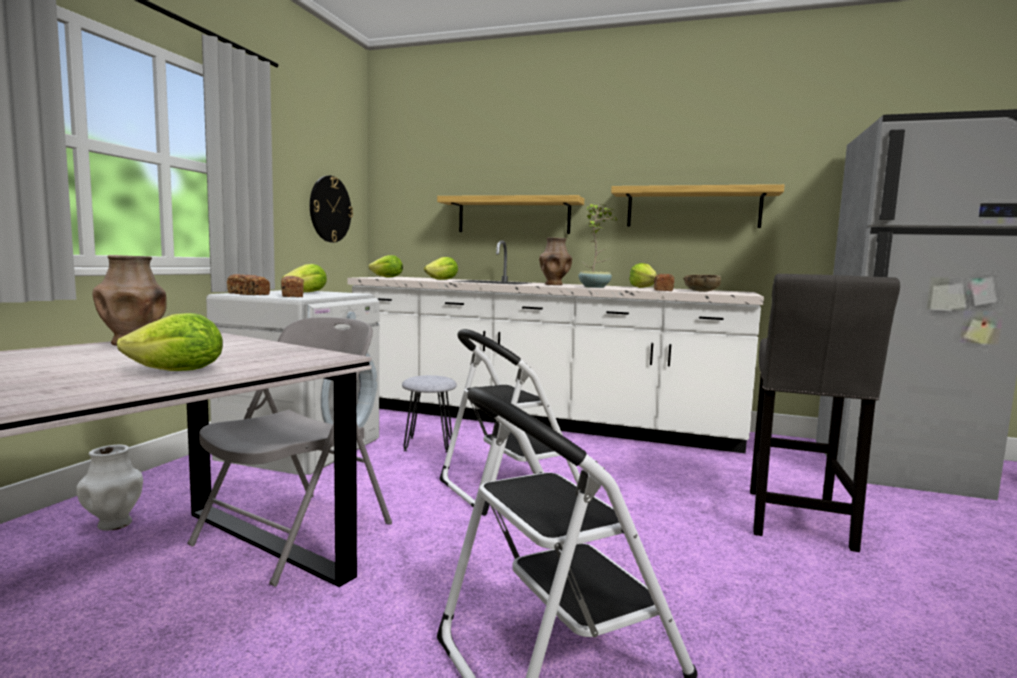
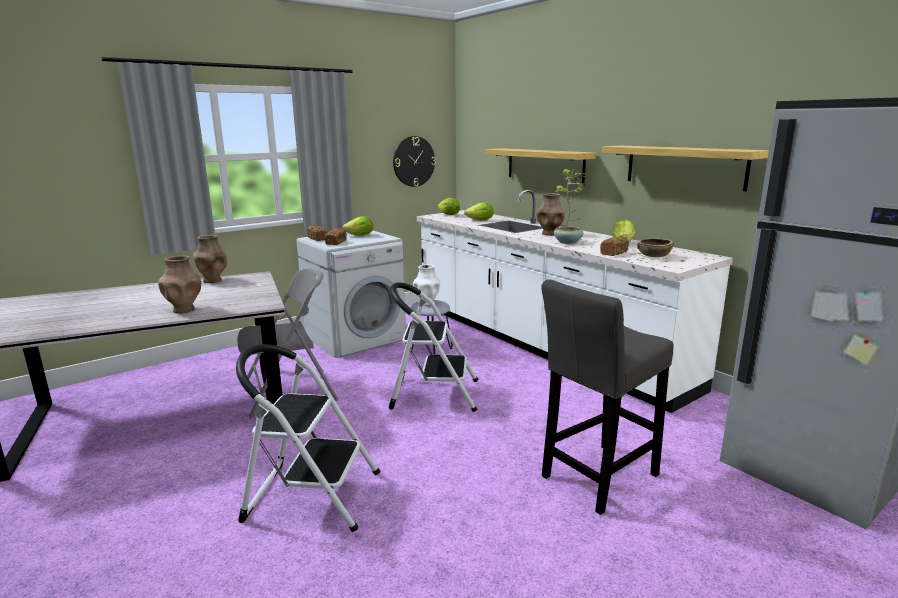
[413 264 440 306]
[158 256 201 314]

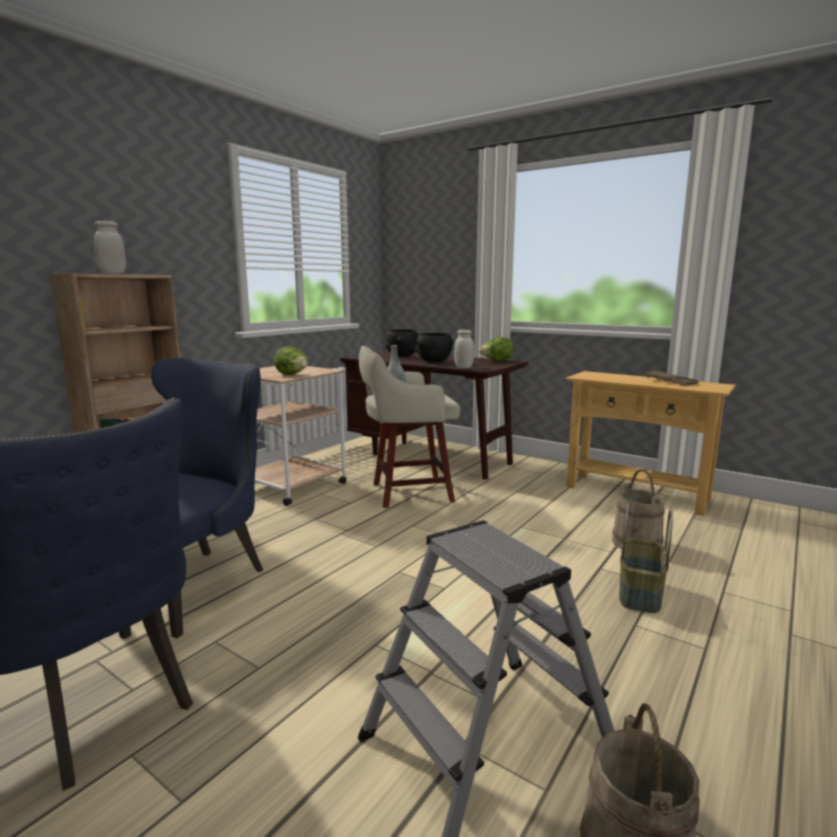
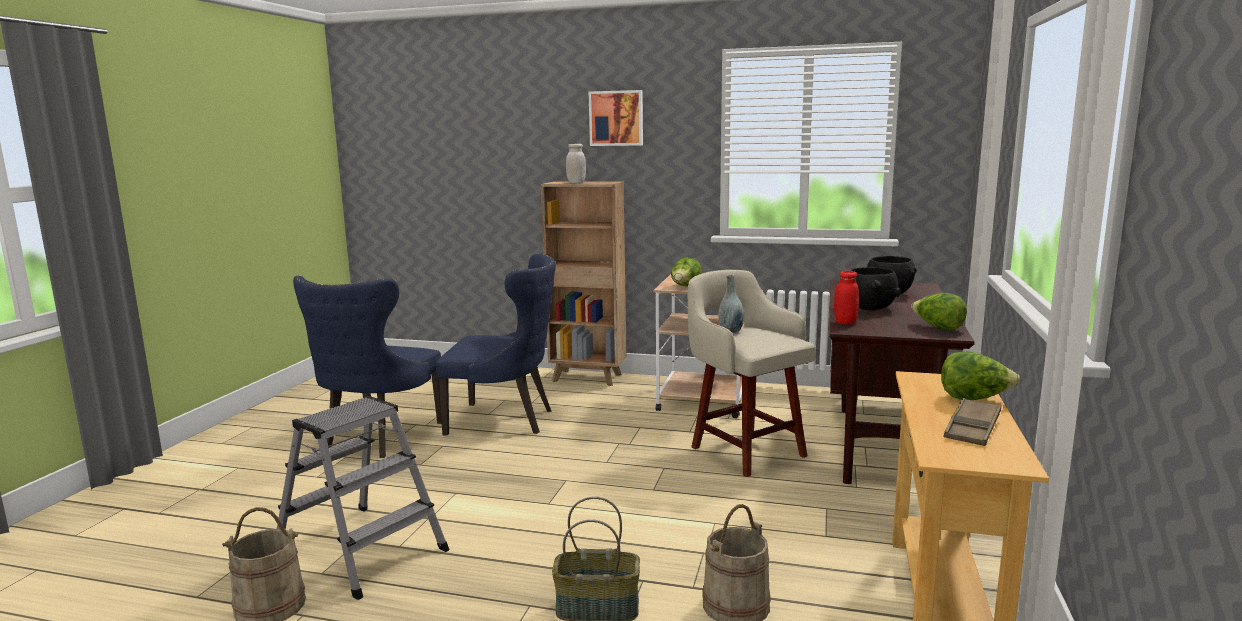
[589 90 643 146]
[941 351 1020 400]
[834 271 859 324]

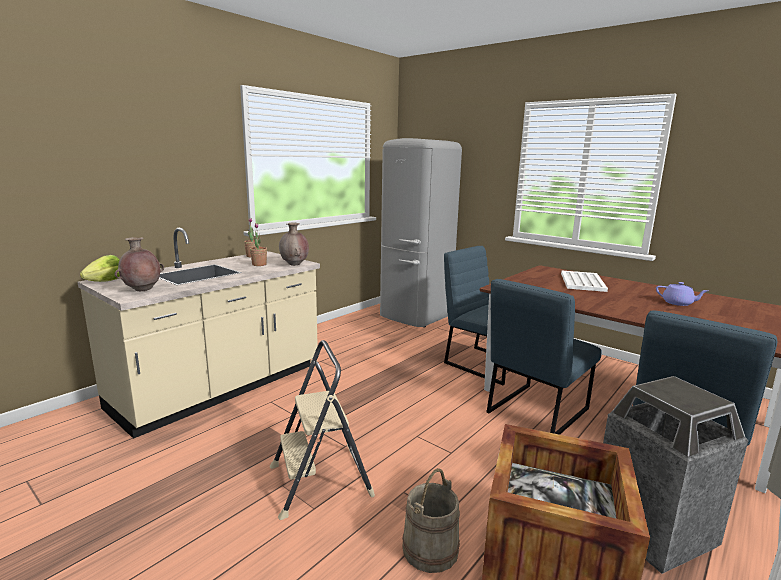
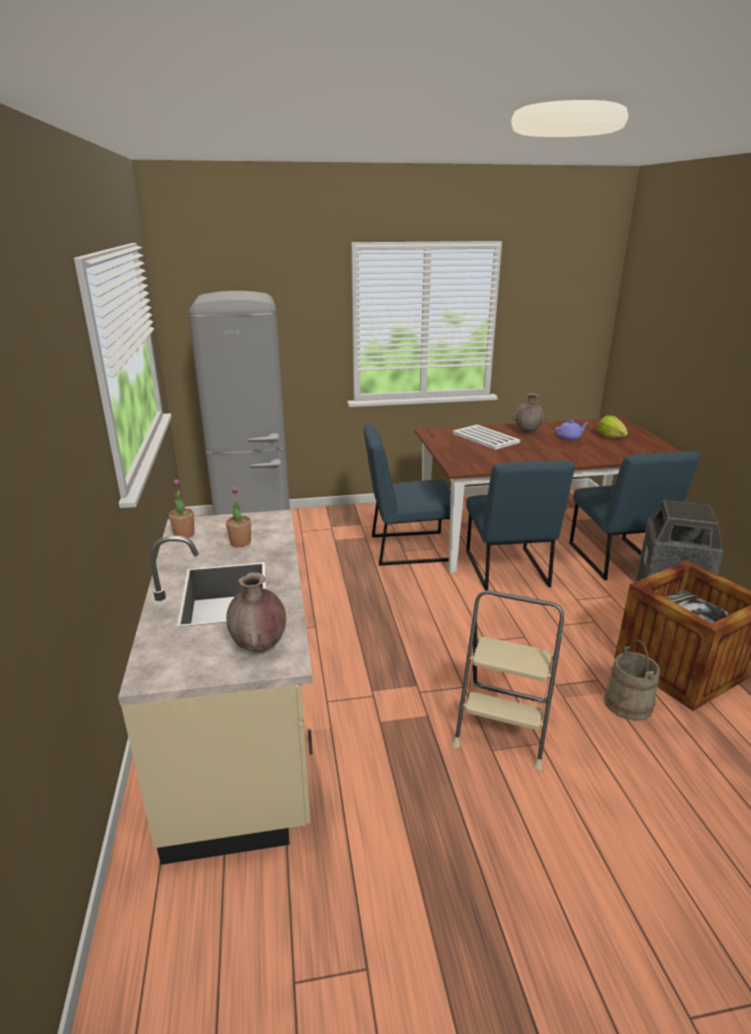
[598 415 628 438]
[512 393 546 434]

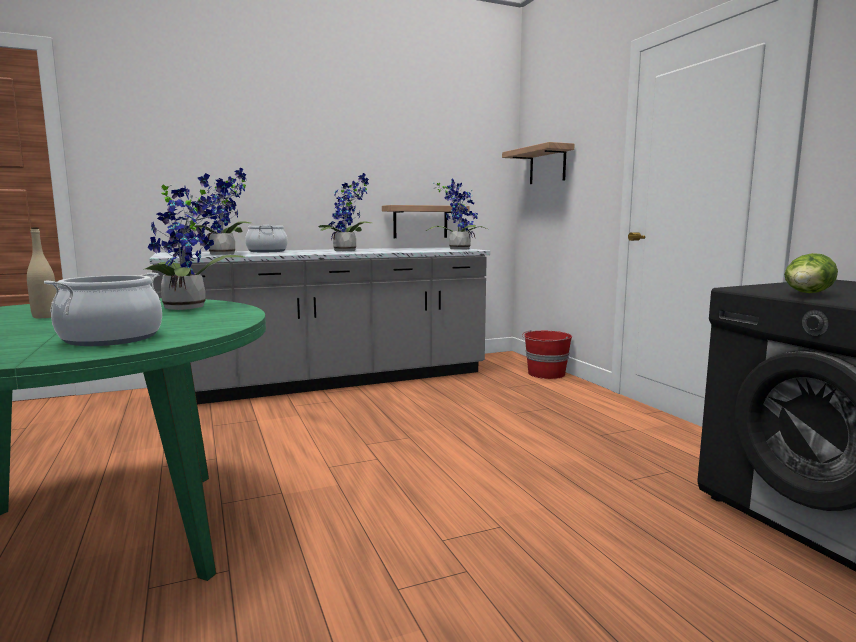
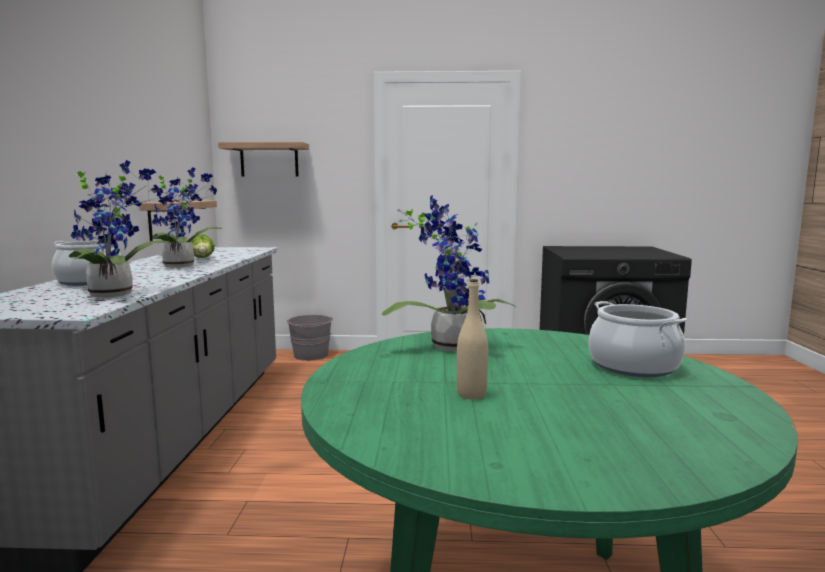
[426 178 489 250] (first image)
[191 234 215 258]
[287 315 333 361]

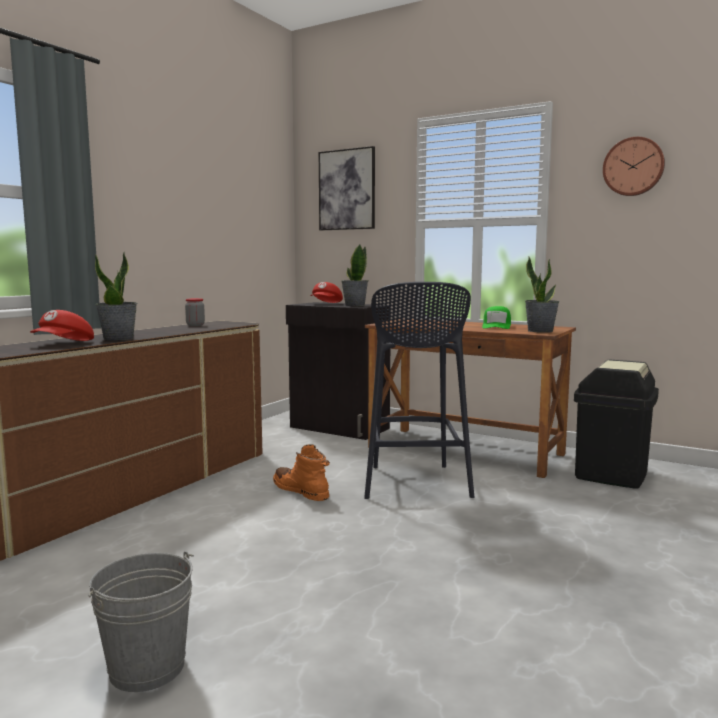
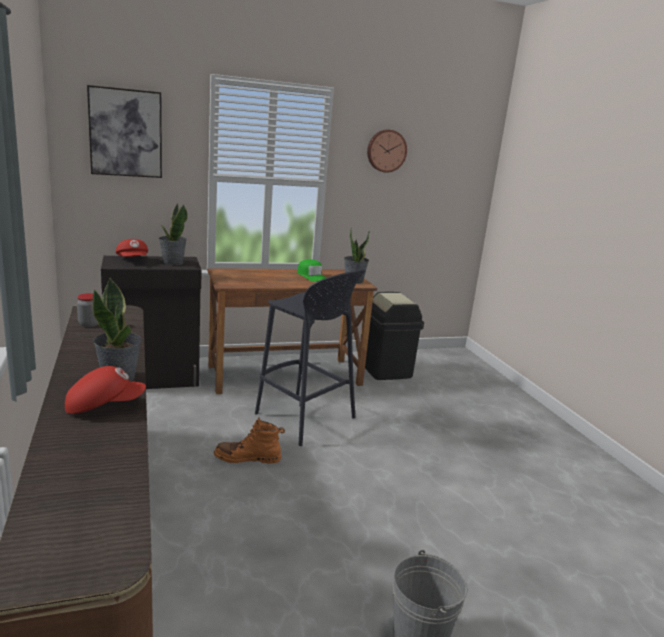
[65 366 146 414]

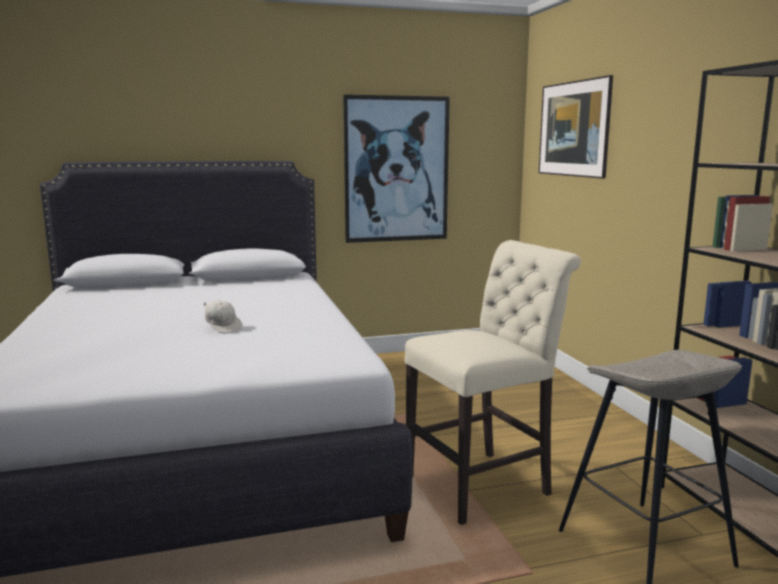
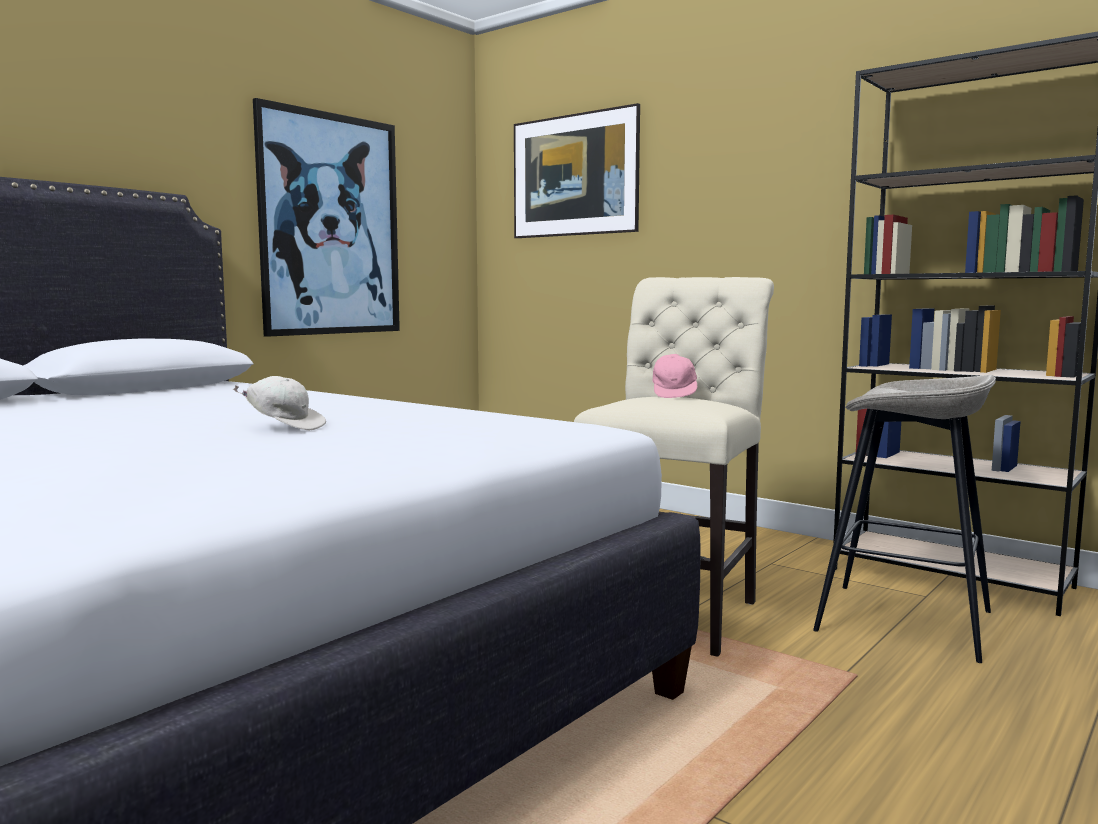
[653 354 697 398]

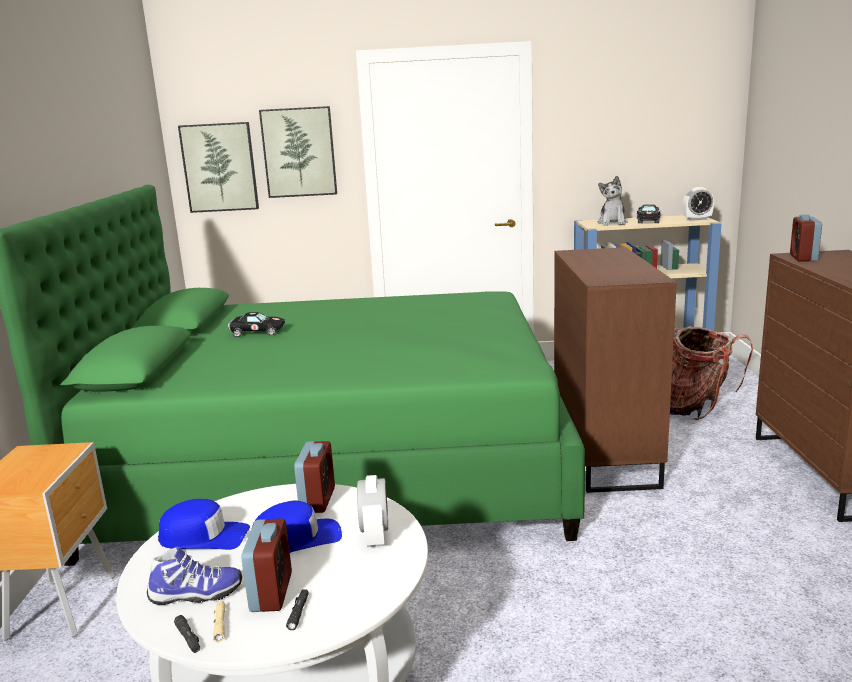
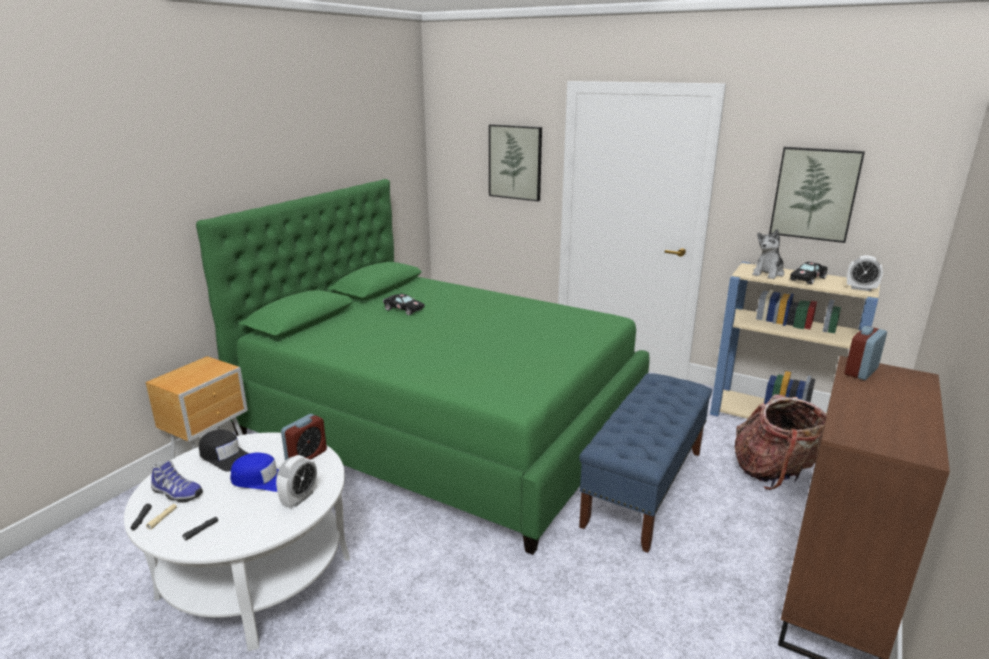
[241 518 292 612] (first image)
[769 147 865 243]
[579 373 712 553]
[199 430 249 472]

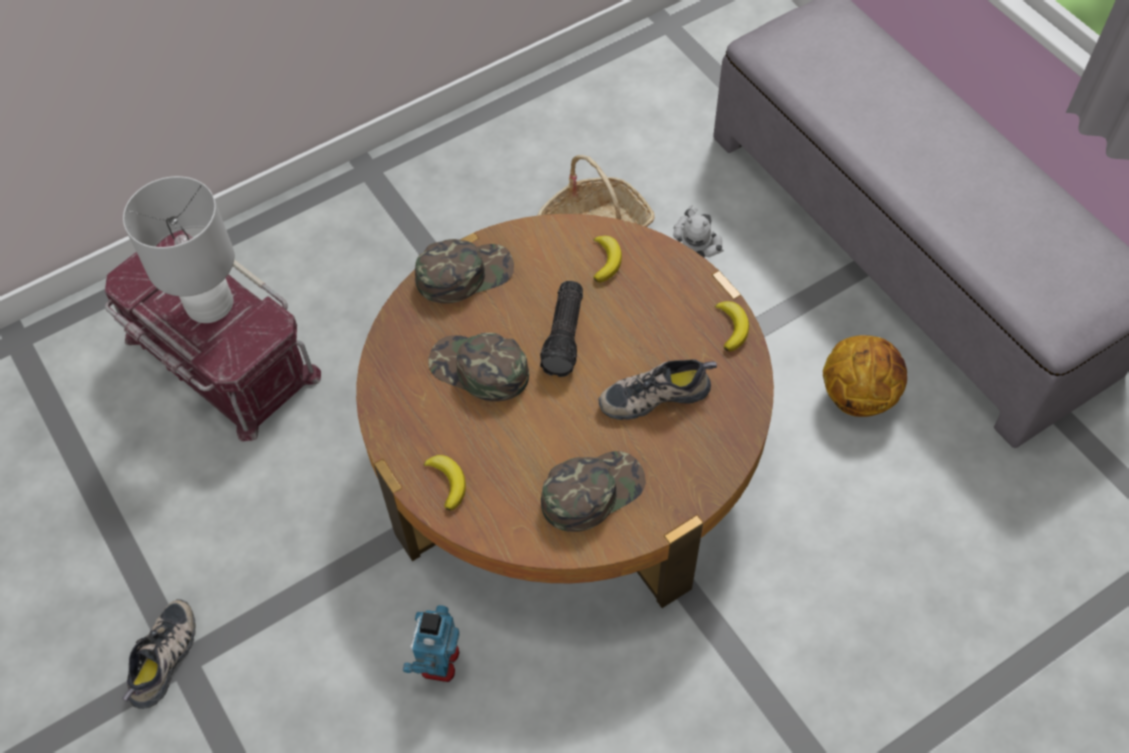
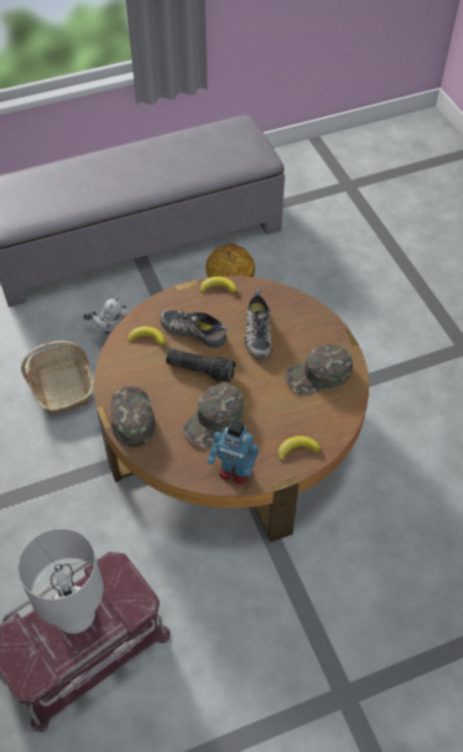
[160 310 228 348]
[207 420 259 484]
[285 344 352 396]

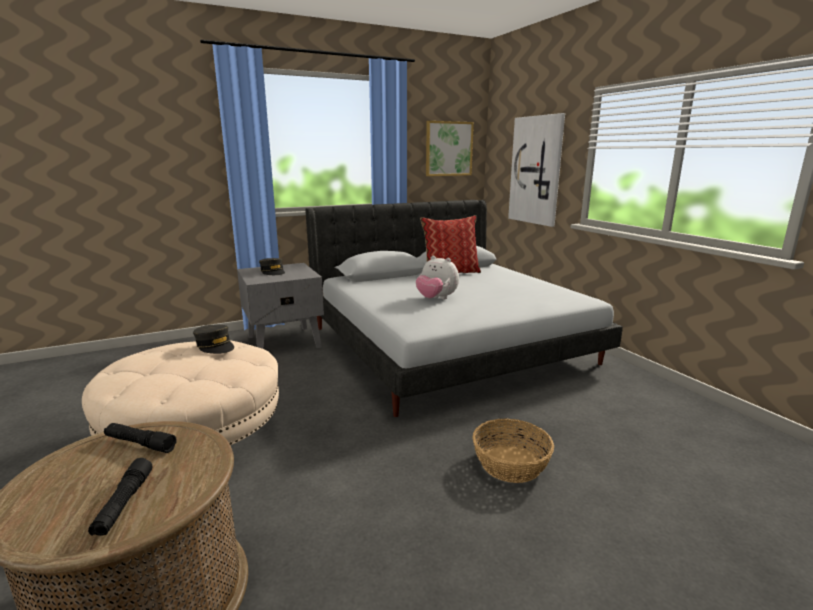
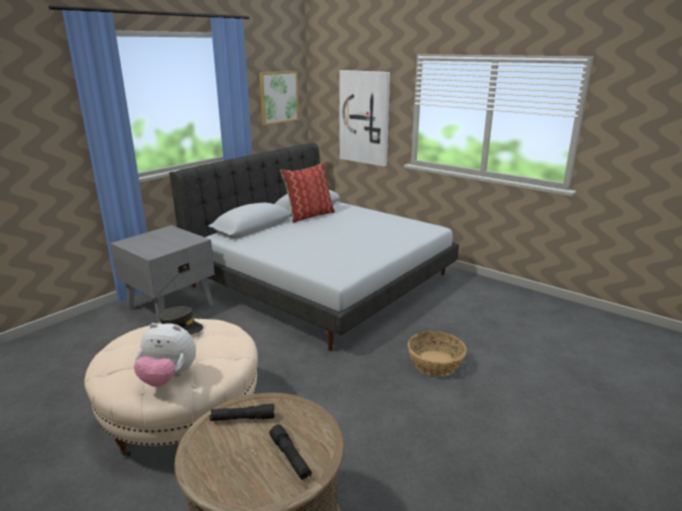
[259 258 285 275] (first image)
[134 323 196 387]

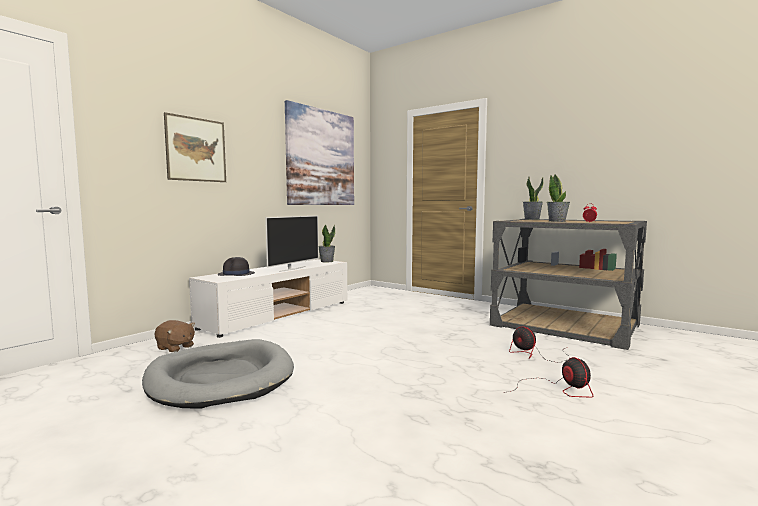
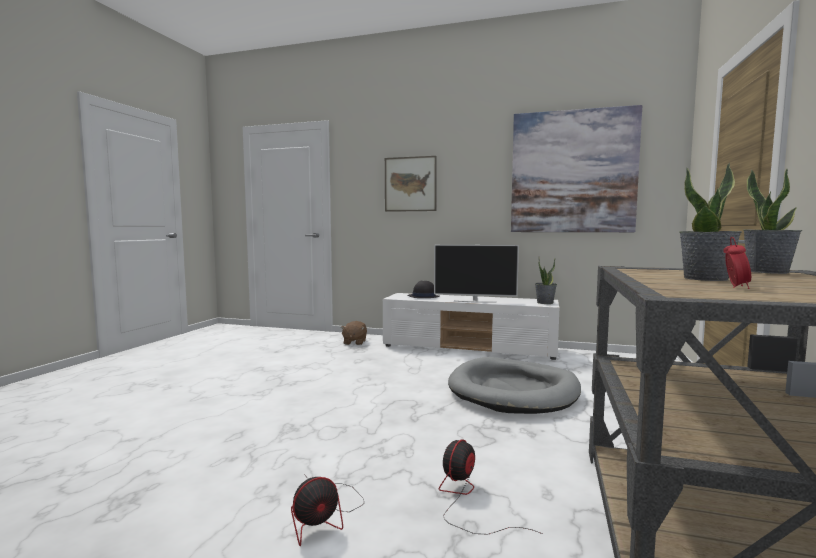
[448 357 581 414]

